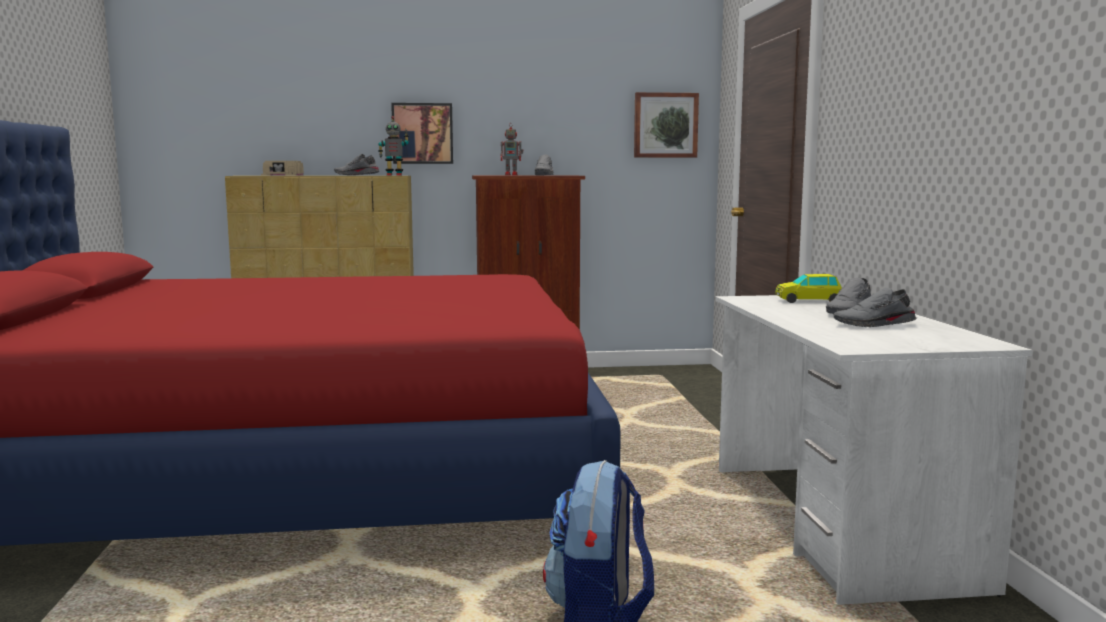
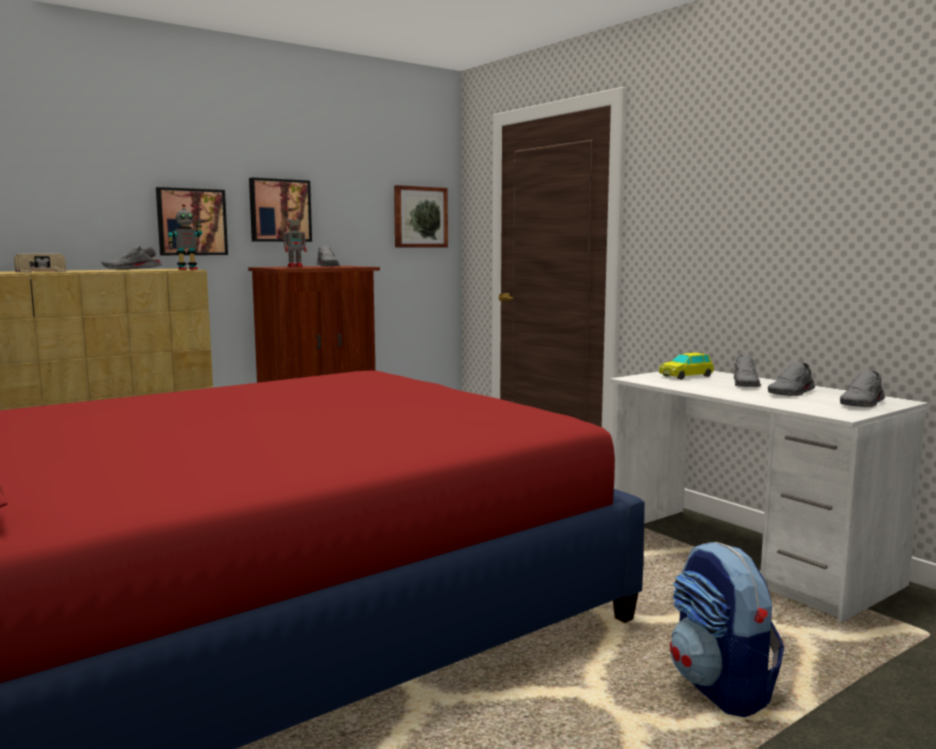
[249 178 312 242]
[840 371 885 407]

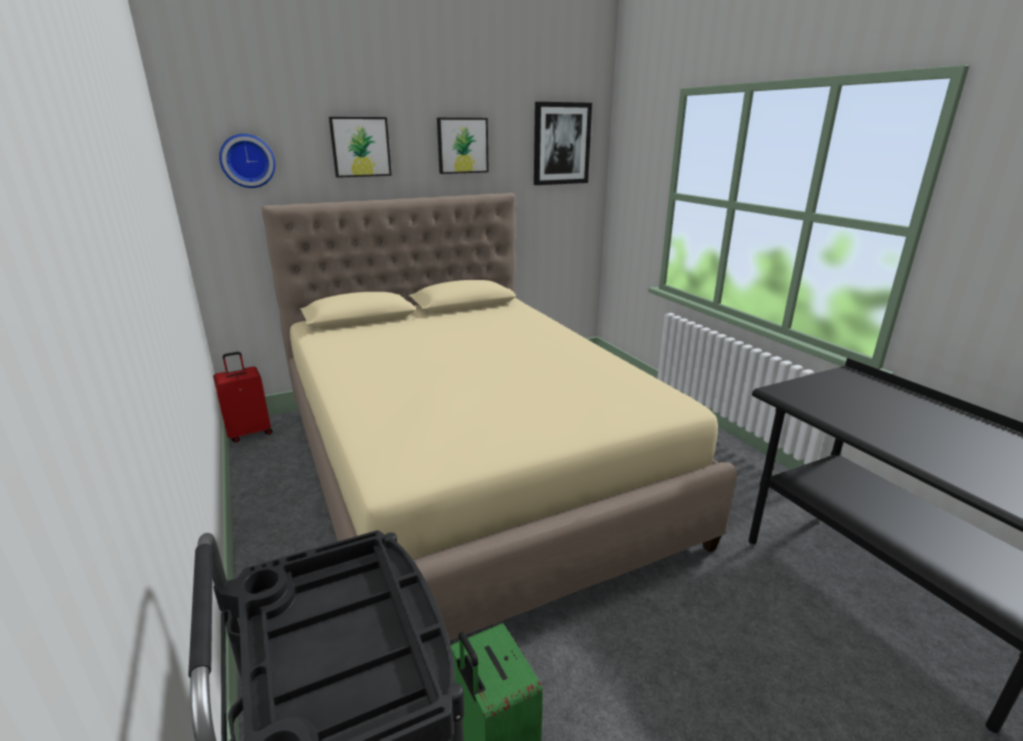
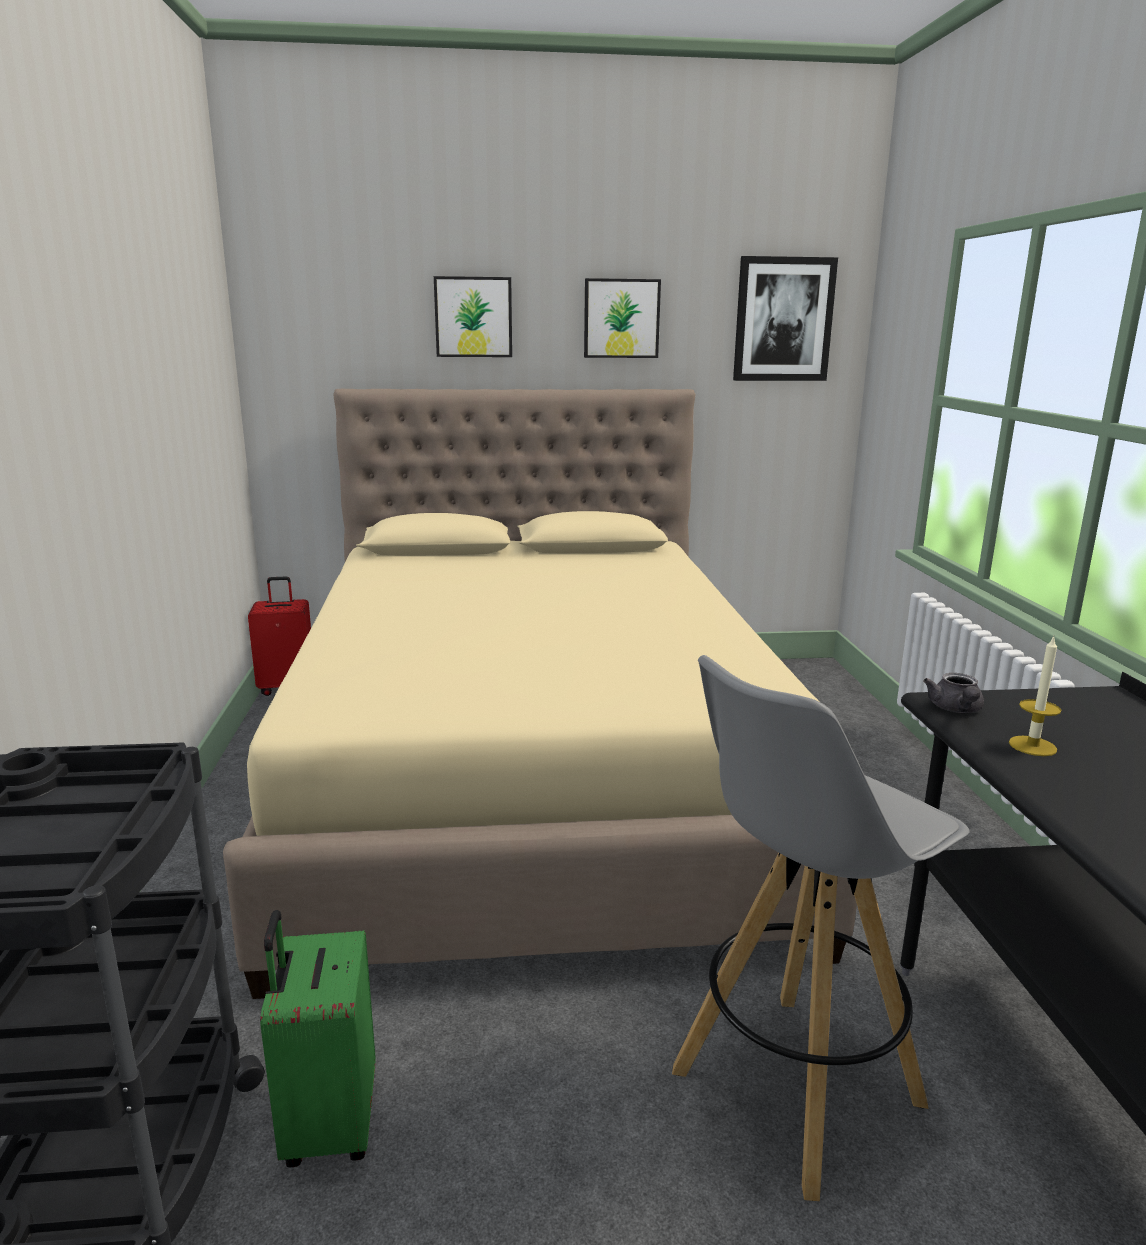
[219 134 276 188] (first image)
[672 655 970 1201]
[923 673 984 713]
[1009 636 1061 756]

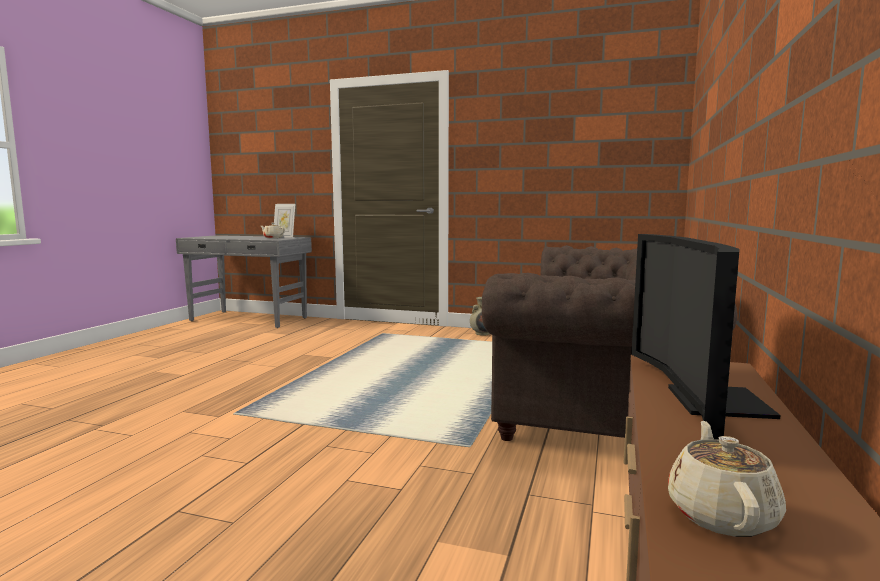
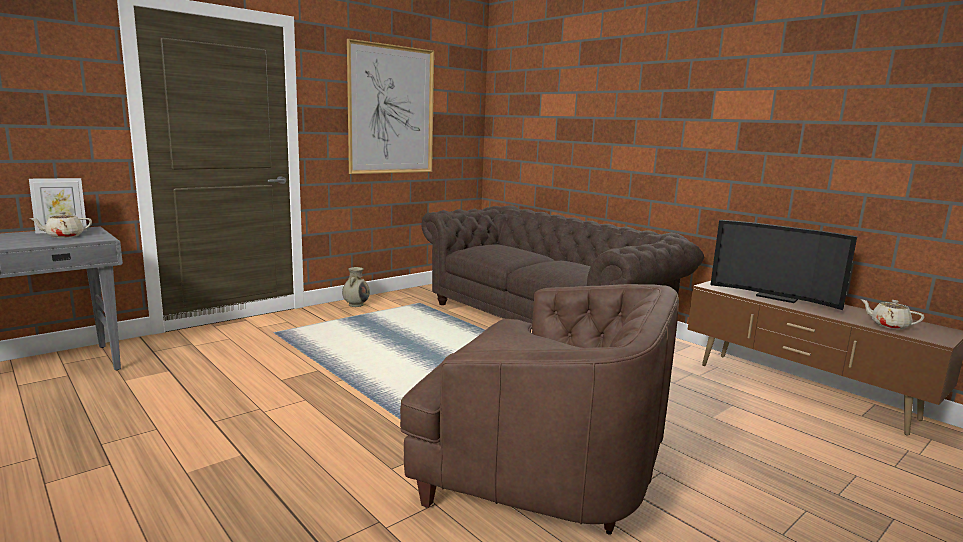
[347 39 434 174]
[400 284 679 535]

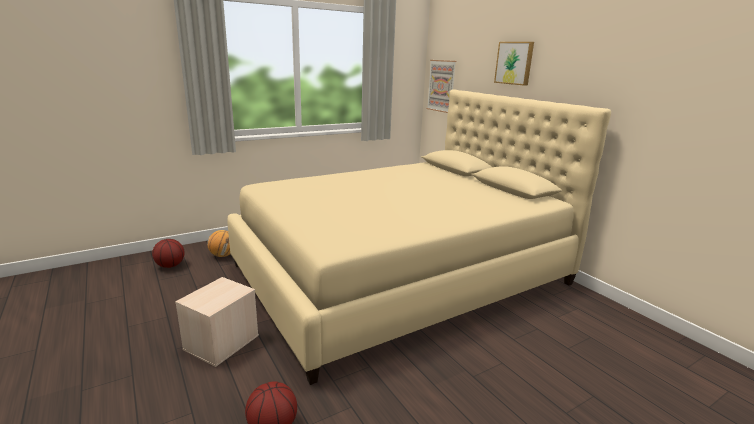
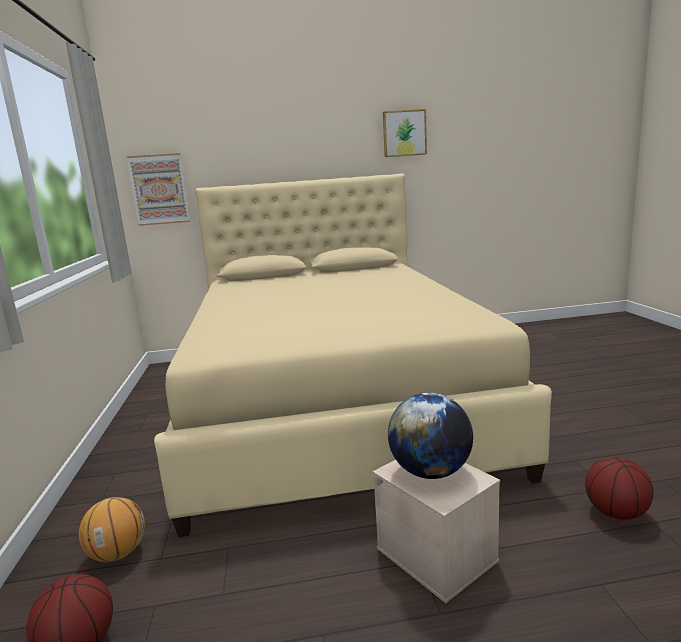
[388 393 473 479]
[383 109 427 157]

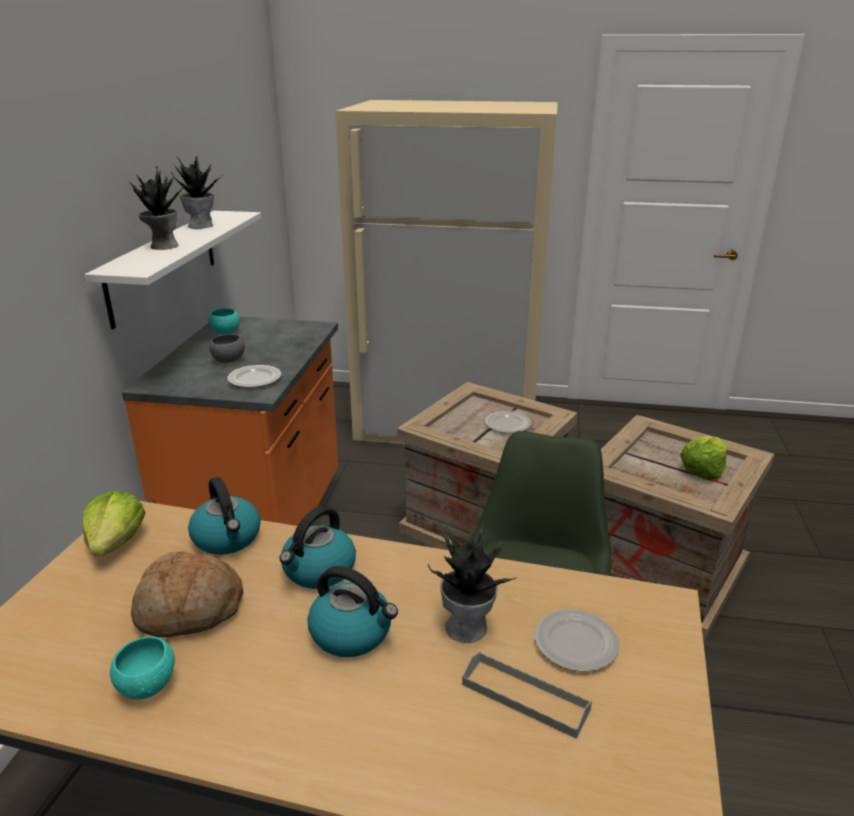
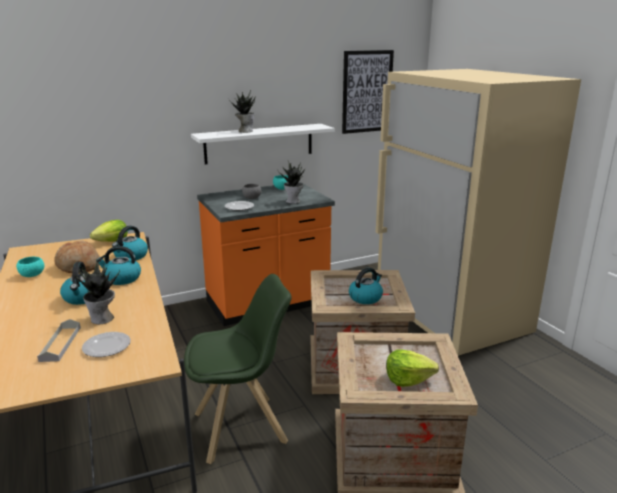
[342 50 394 134]
[278 161 305 204]
[349 268 383 304]

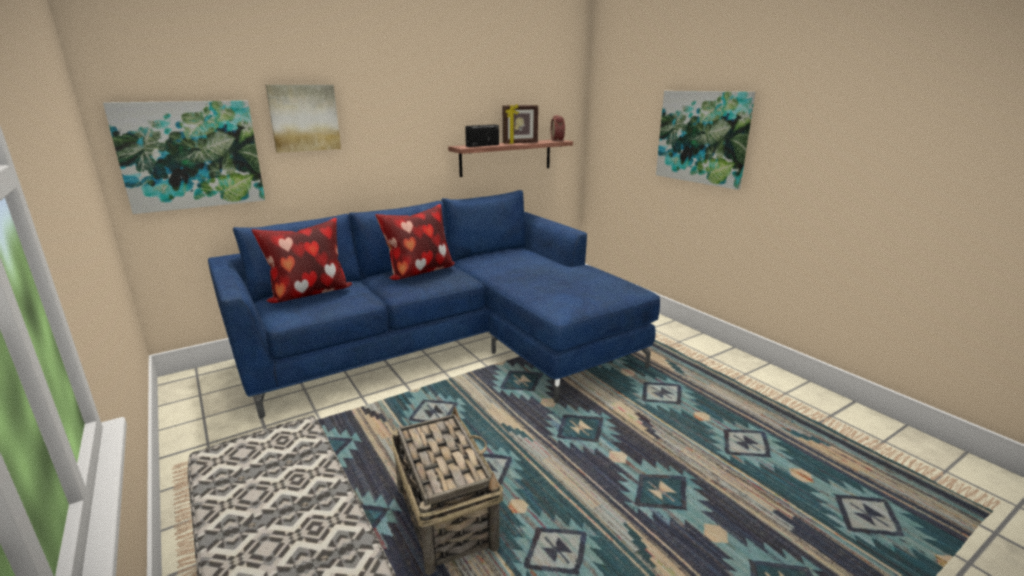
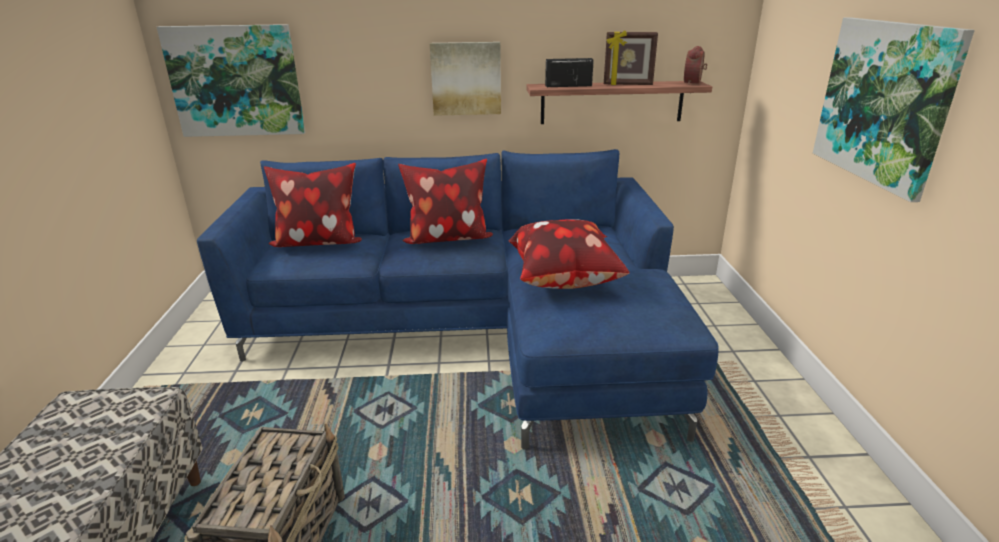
[509 219 630 289]
[430 42 501 116]

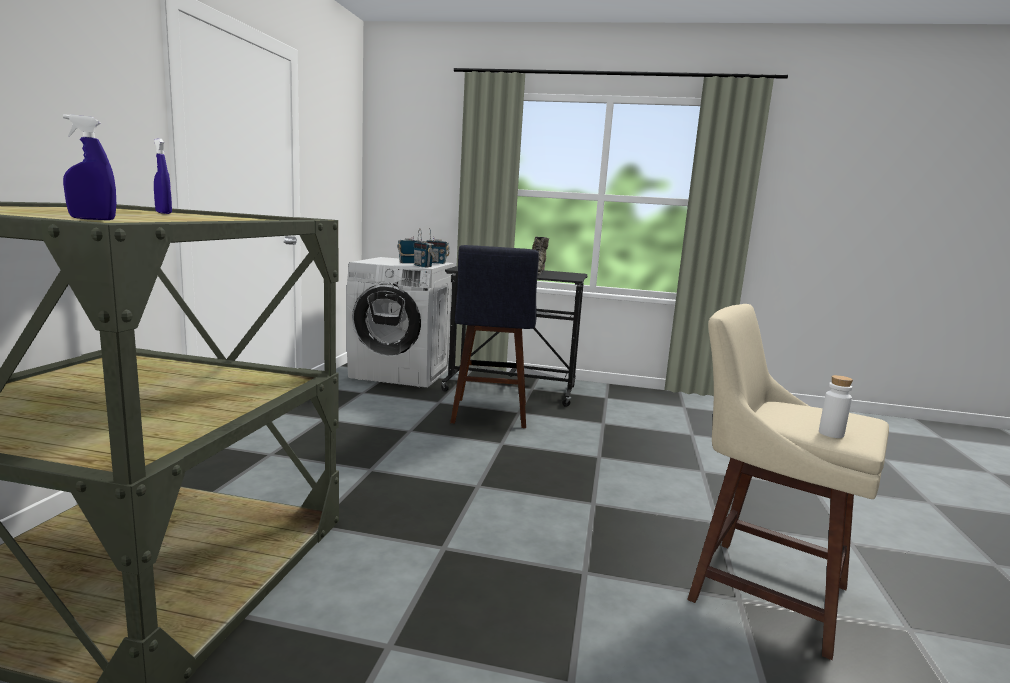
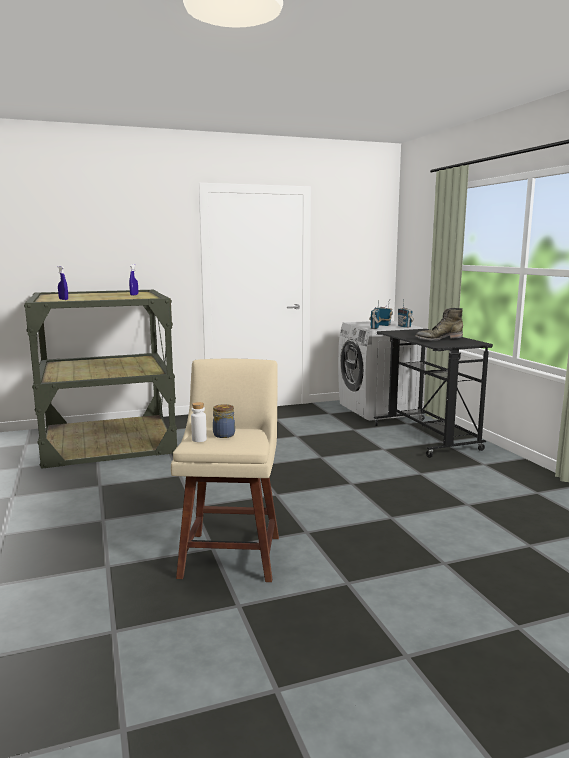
[450 245 539 428] (first image)
[213 404 235 438]

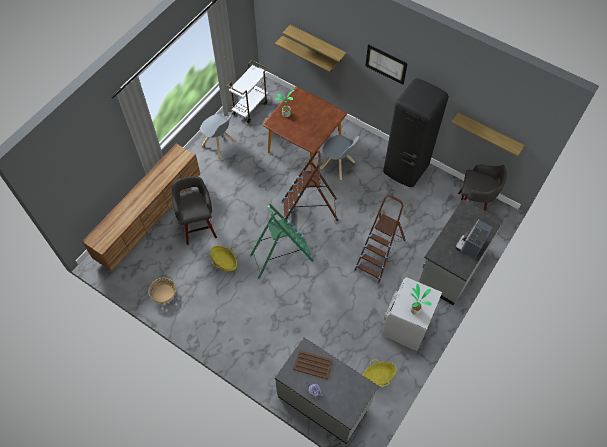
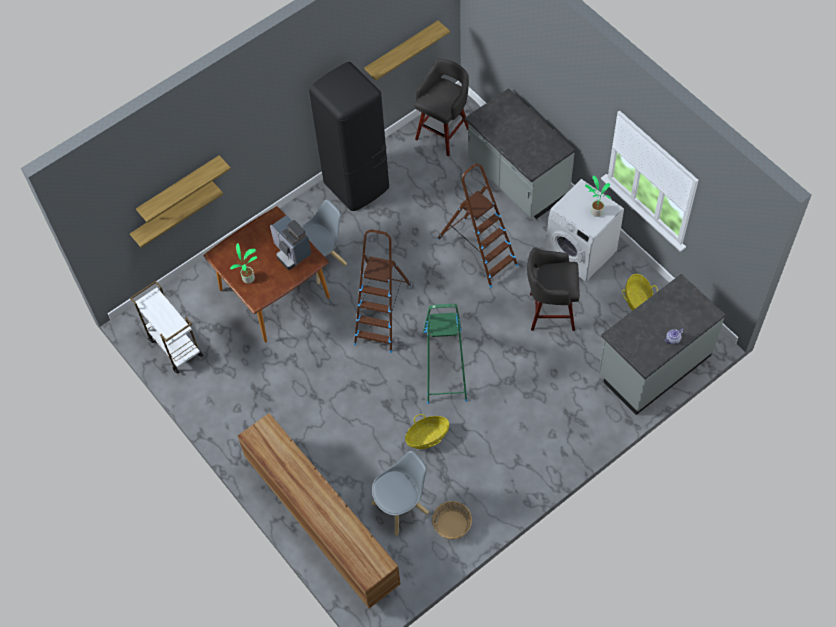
[293 350 333 380] (first image)
[366 44 408 85] (first image)
[527 247 580 331]
[371 451 429 536]
[270 215 311 270]

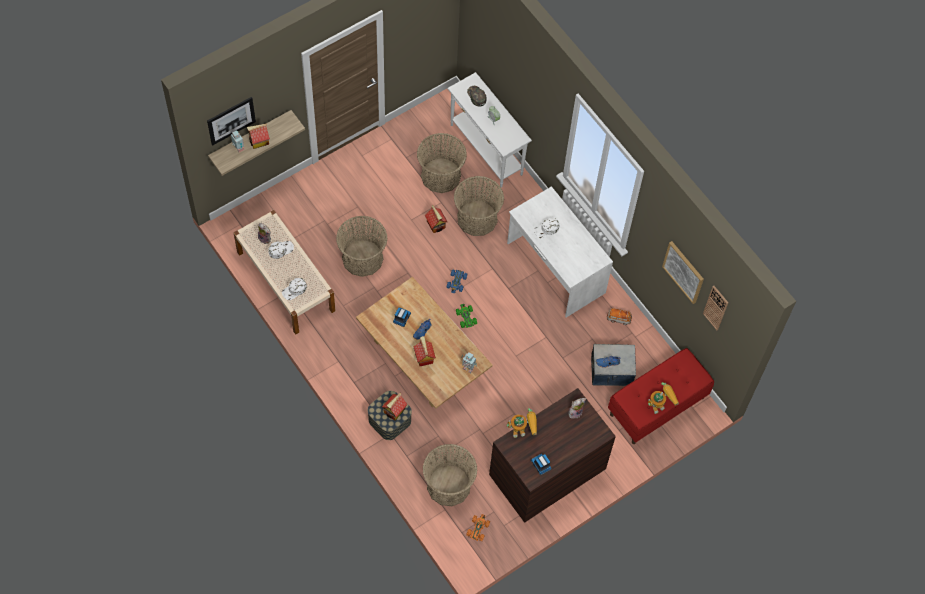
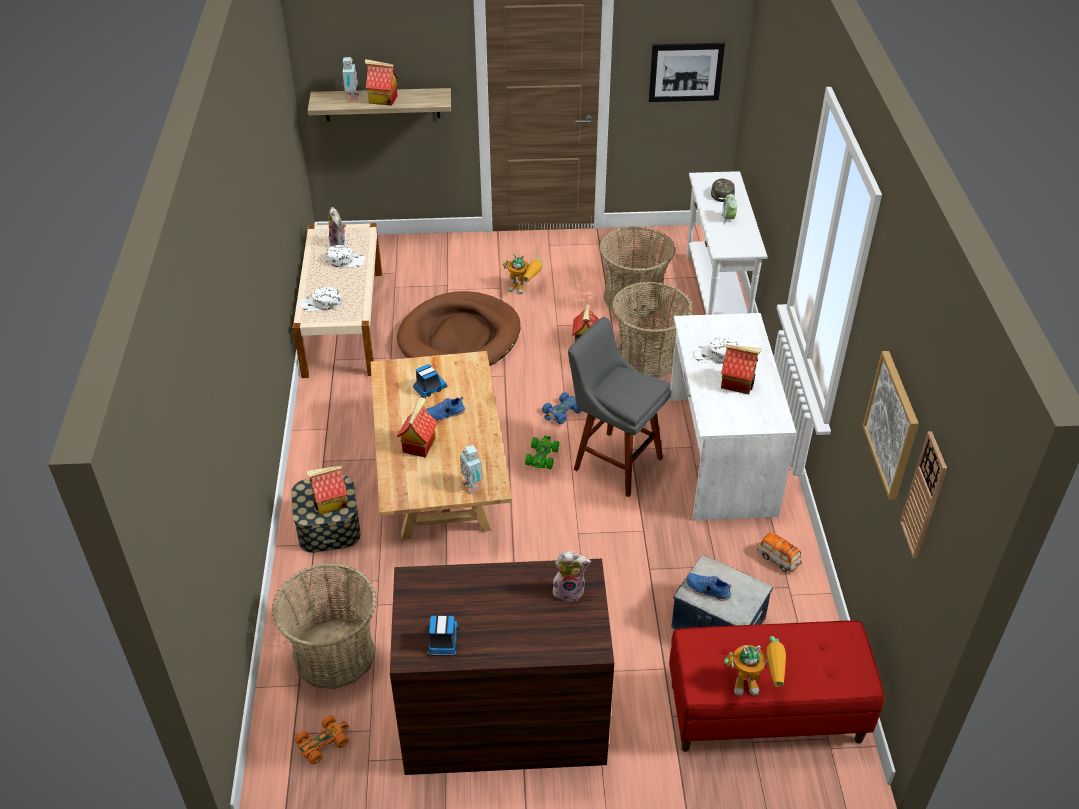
[568 317 671 497]
[721 344 761 394]
[649 43 725 102]
[502 254 543 294]
[397 291 520 366]

